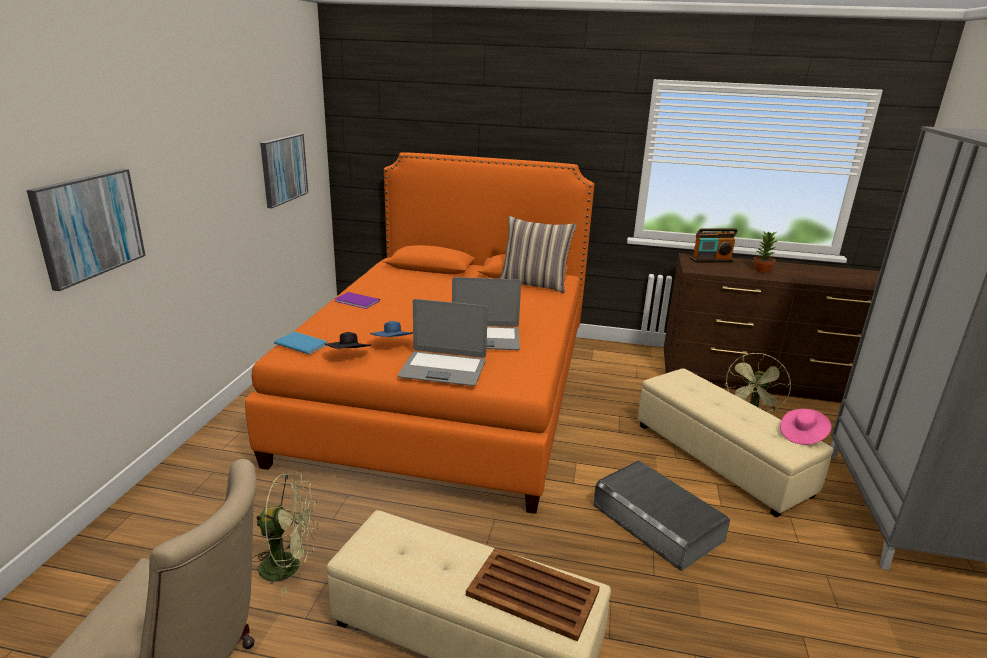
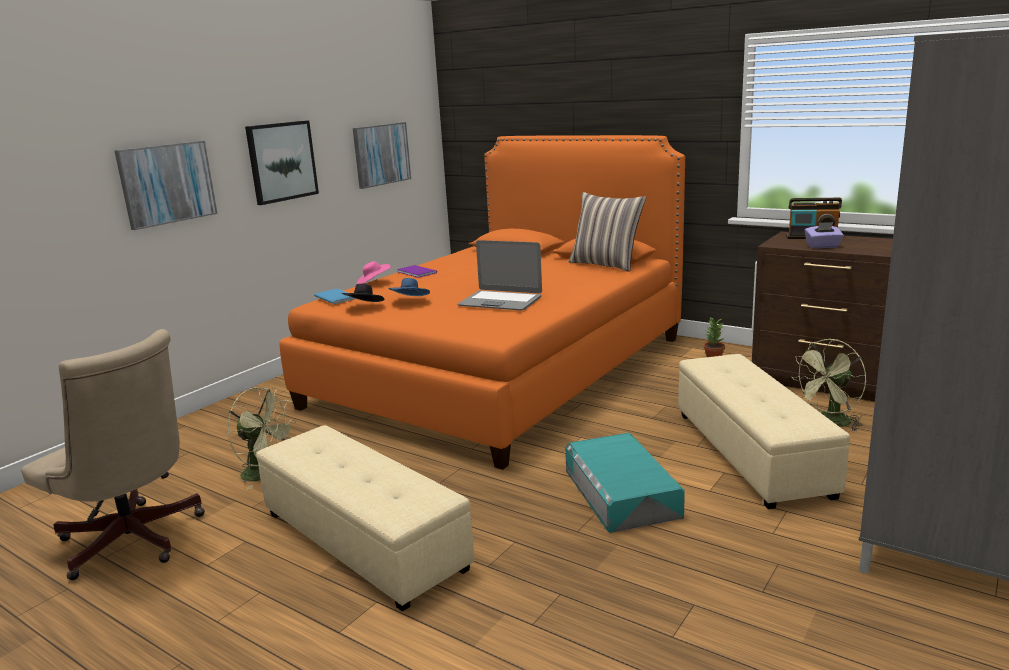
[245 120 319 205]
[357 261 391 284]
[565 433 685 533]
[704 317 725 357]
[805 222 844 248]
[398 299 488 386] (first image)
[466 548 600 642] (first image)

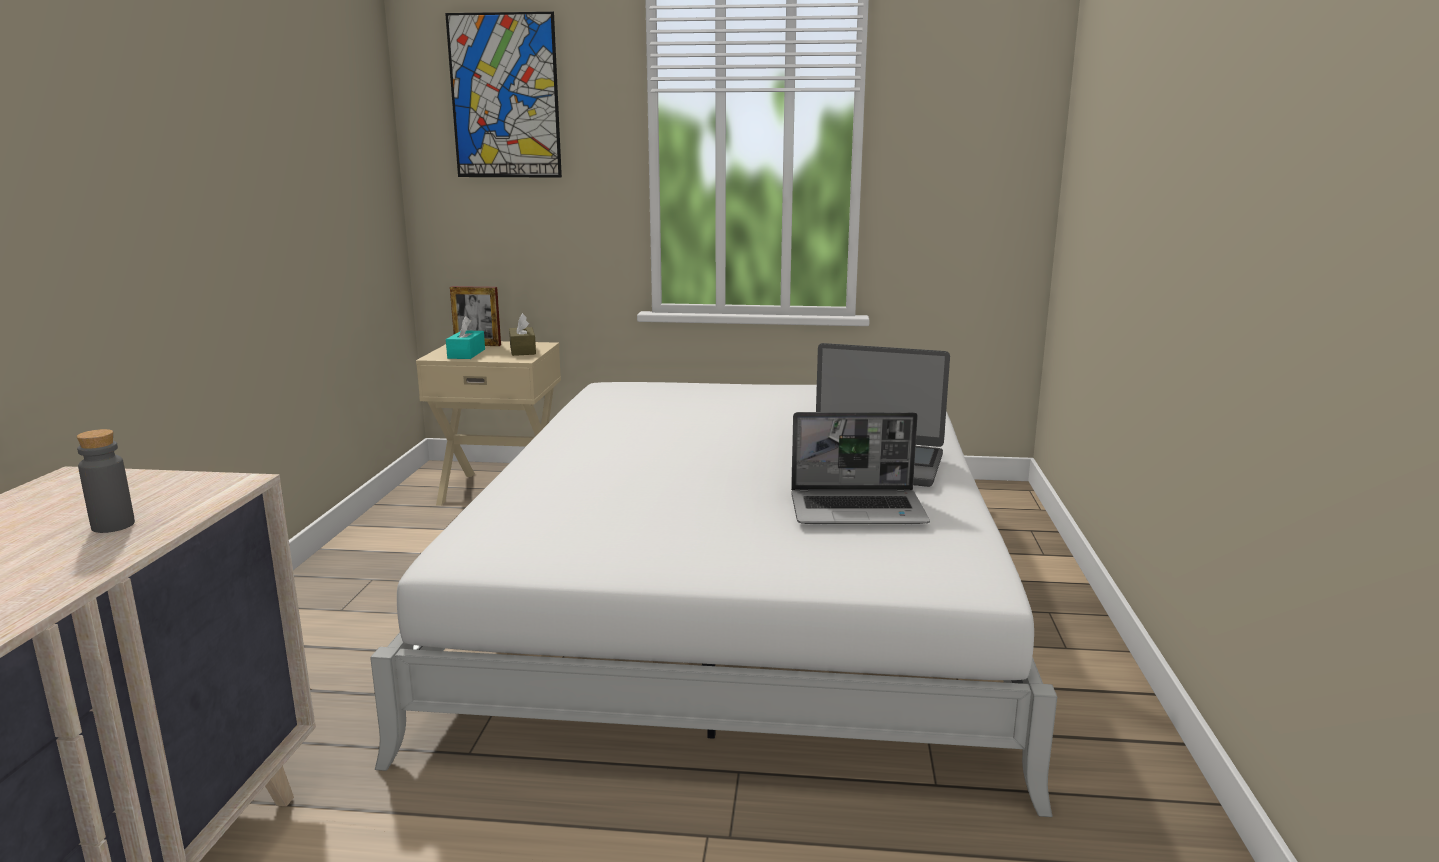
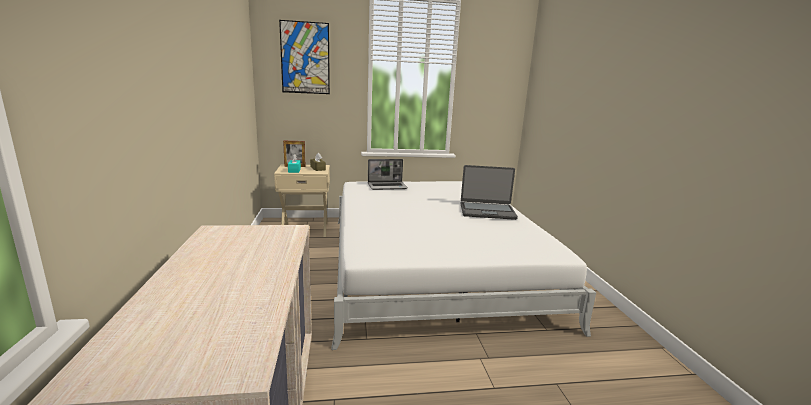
[368 159 408 190]
[76 429 135 533] (first image)

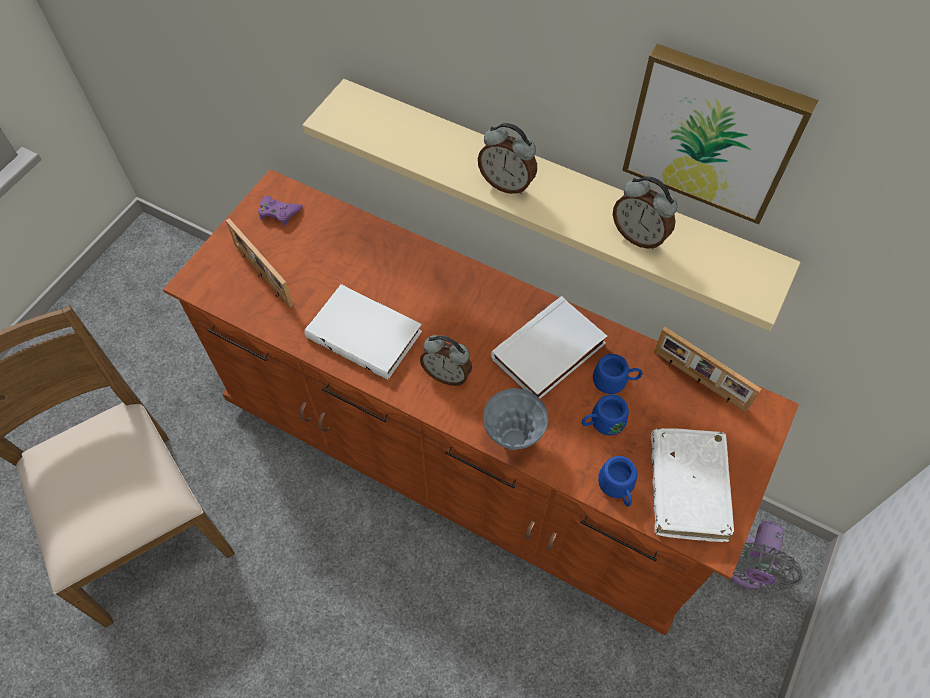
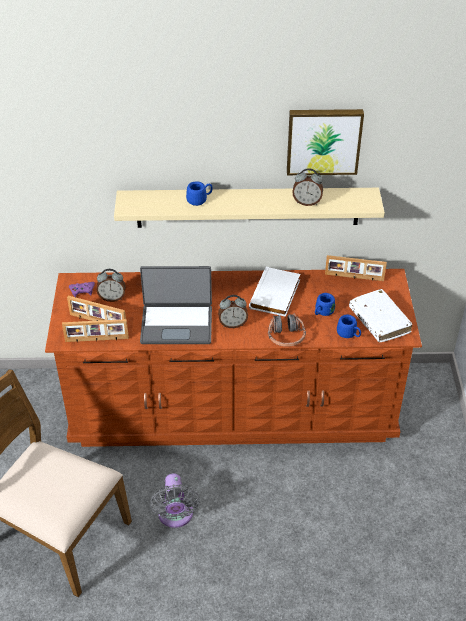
[62 319 129 342]
[96 269 126 302]
[140 266 212 344]
[150 474 200 528]
[186 181 213 206]
[268 314 306 346]

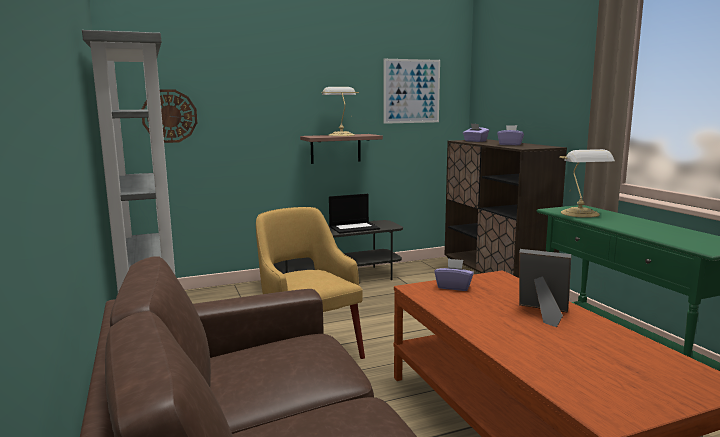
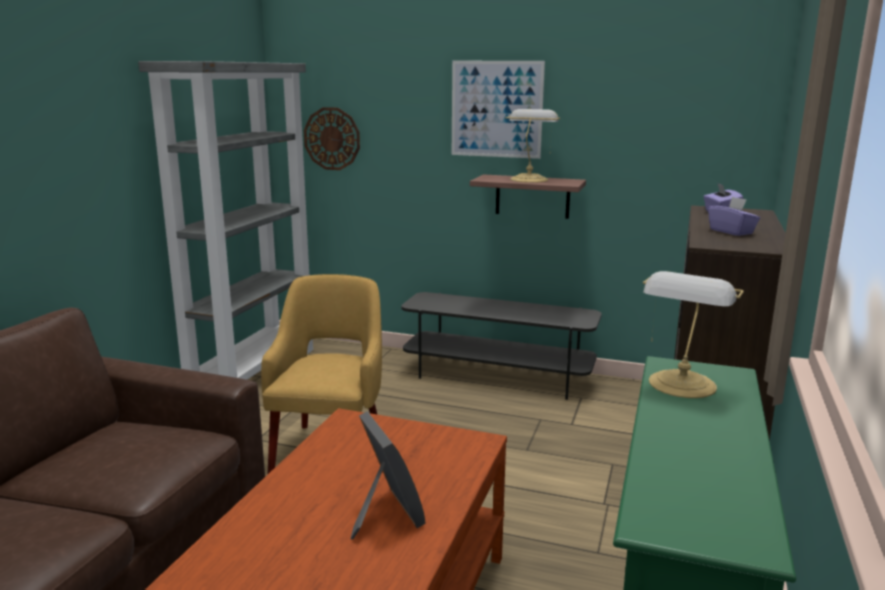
[452 61 545 159]
[329 194 380 234] (first image)
[434 258 474 291] (first image)

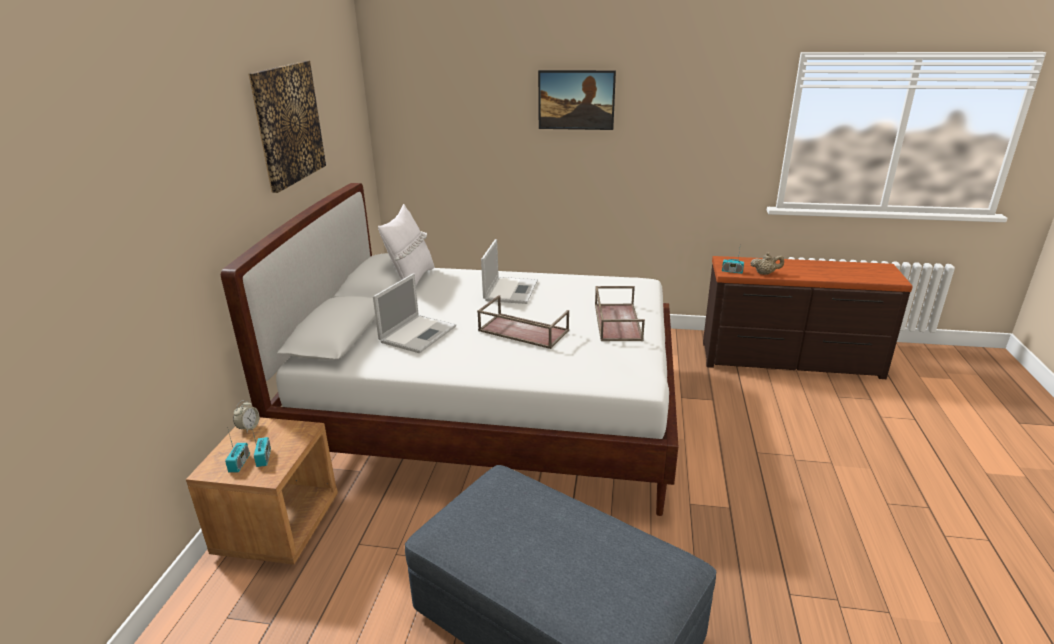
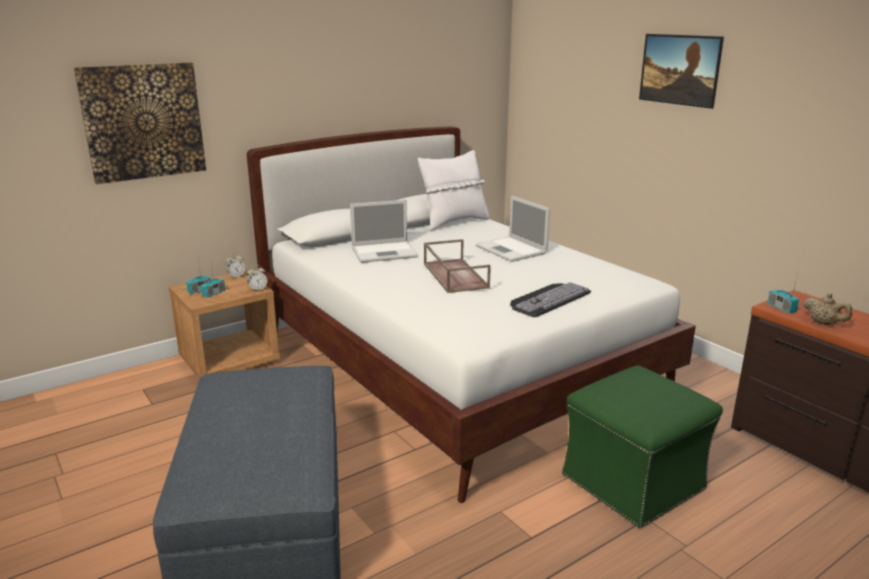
[74 63 206 184]
[247 265 267 291]
[476 196 550 262]
[510 282 591 317]
[562 366 723 528]

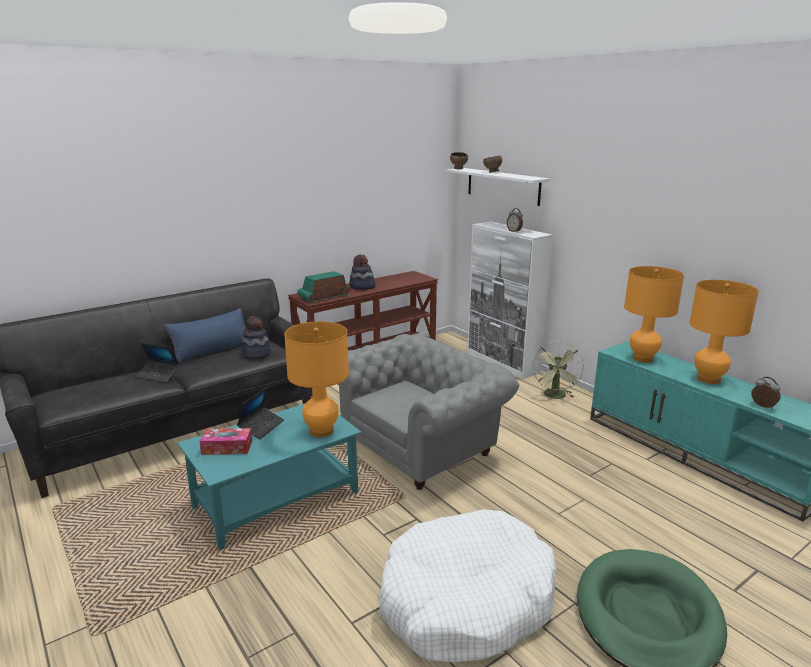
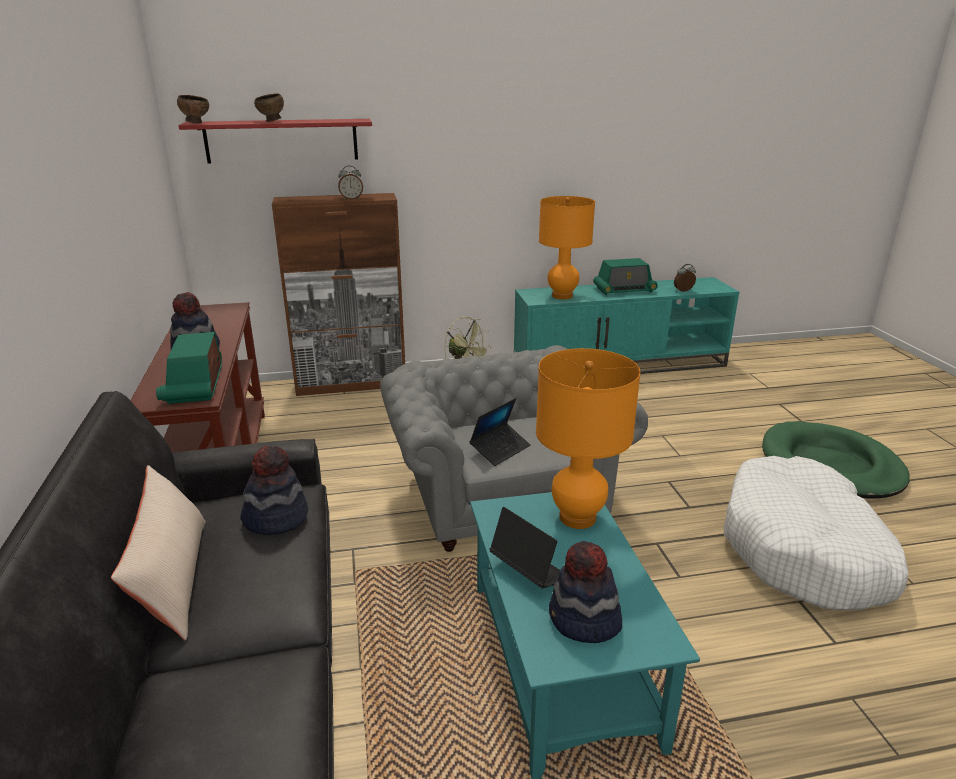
[111 465 206 640]
[179 119 372 163]
[272 193 405 396]
[469 398 531 466]
[549 541 622 643]
[593 258 658 295]

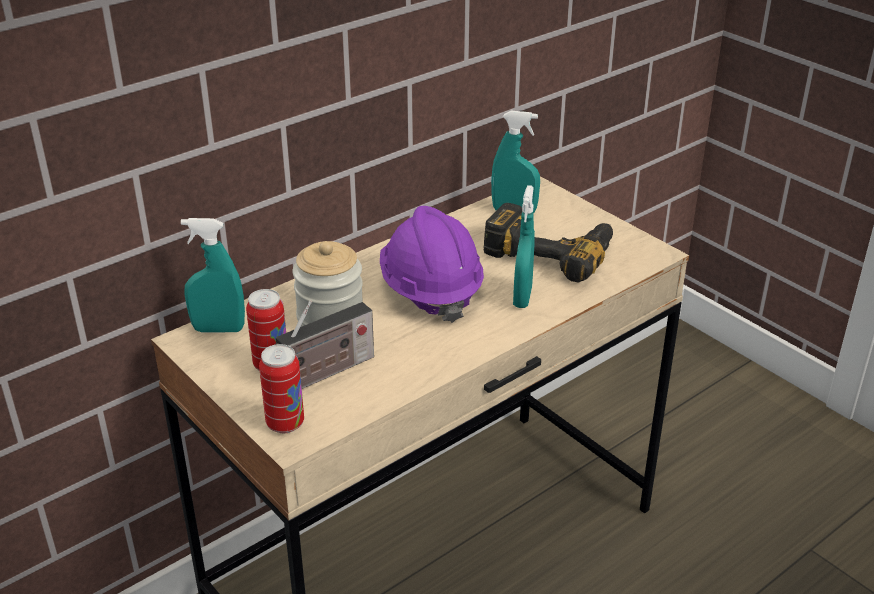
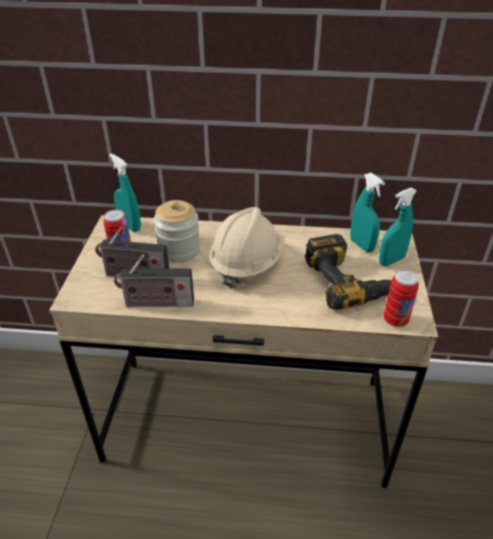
[114 254 194 307]
[210 207 285 288]
[379 187 417 266]
[384 270 419 327]

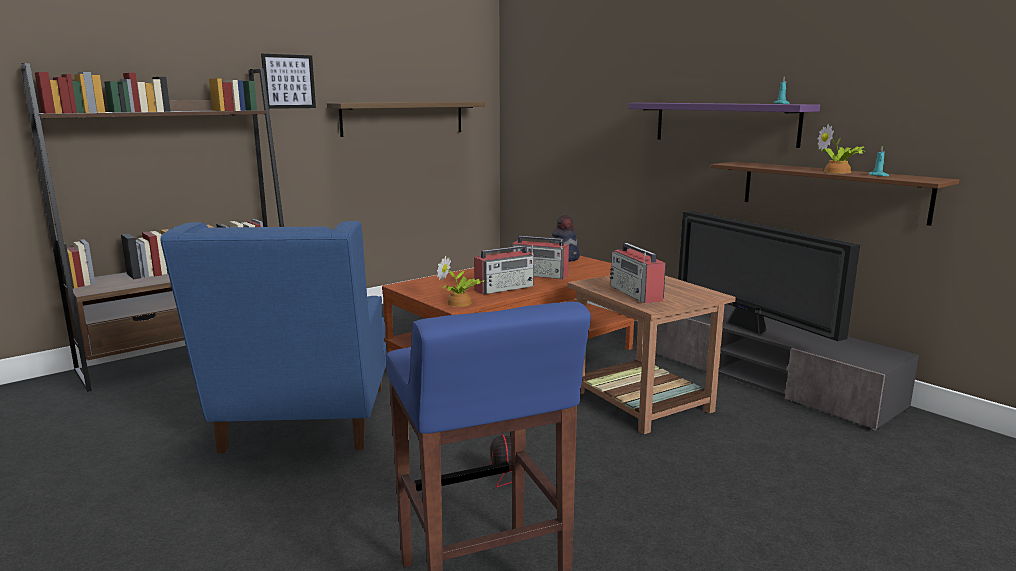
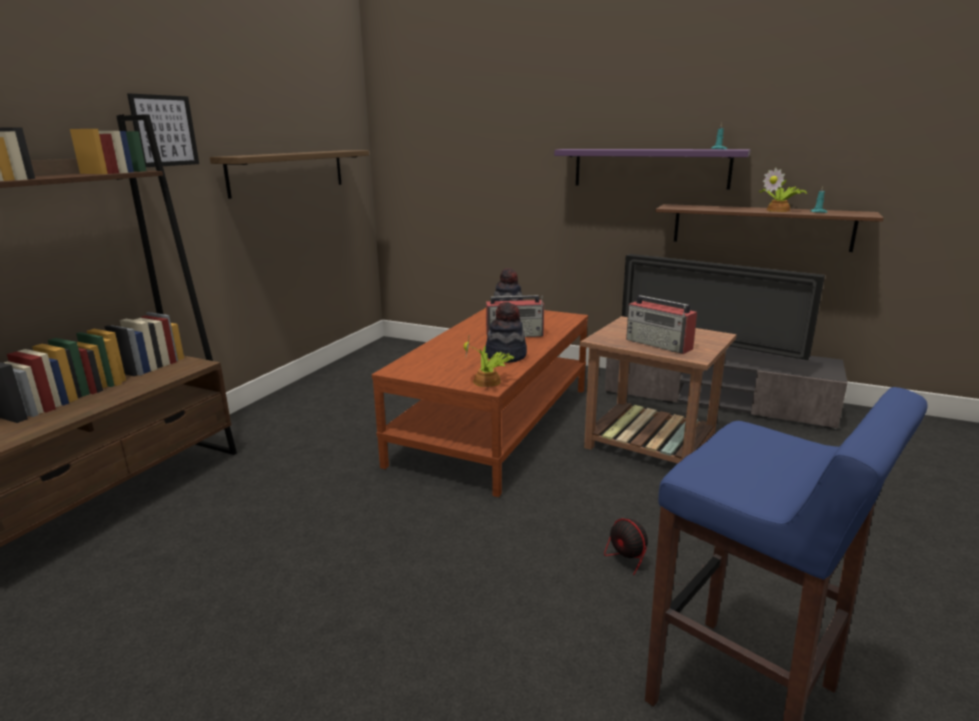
[485 302 527 363]
[161 221 387 453] (first image)

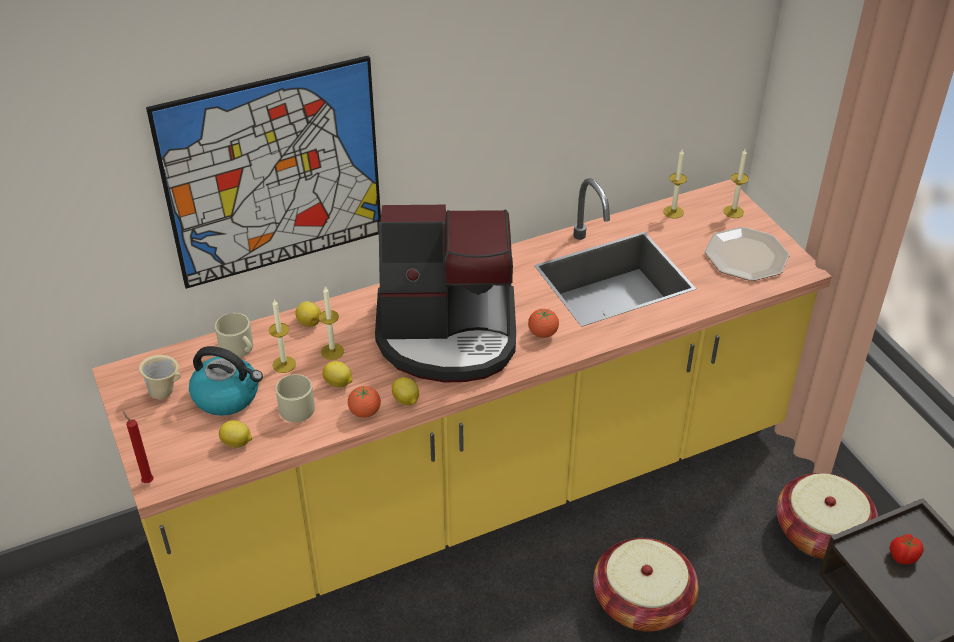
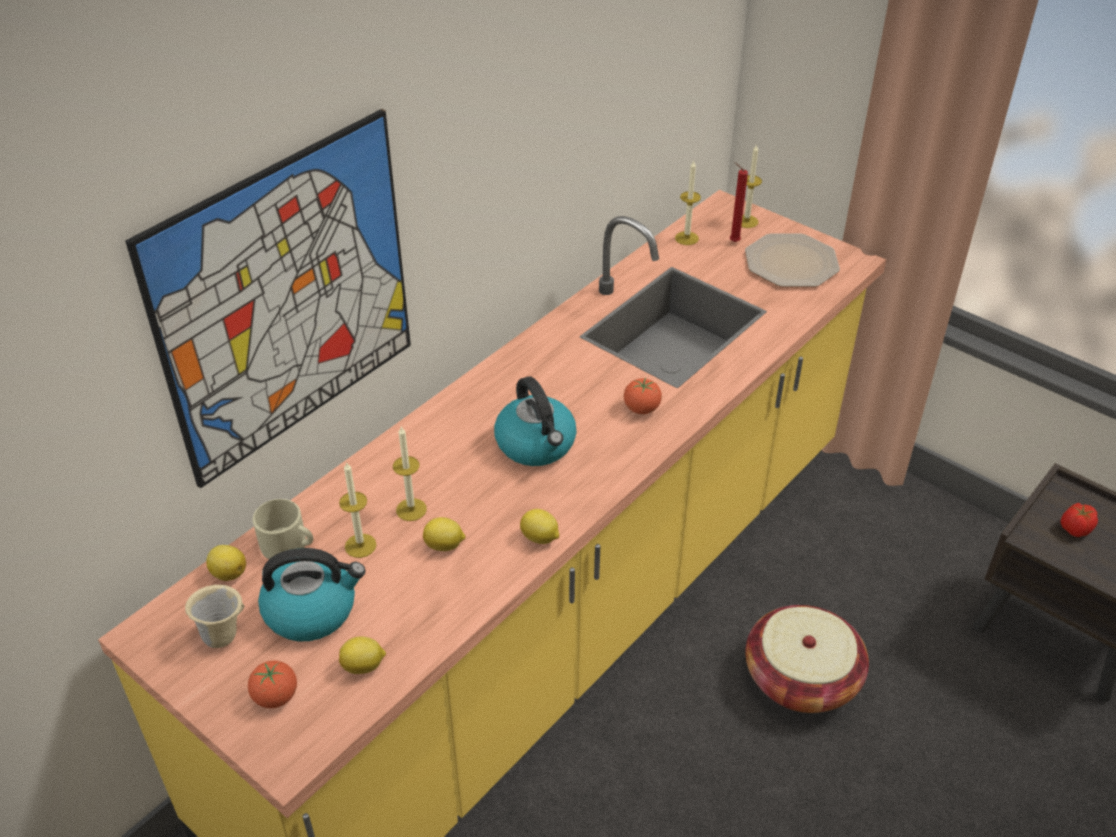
[206 545 246 581]
[248 661 297 708]
[494 377 577 466]
[730 162 748 242]
[276 374 315 422] (first image)
[776 473 878 559] (first image)

